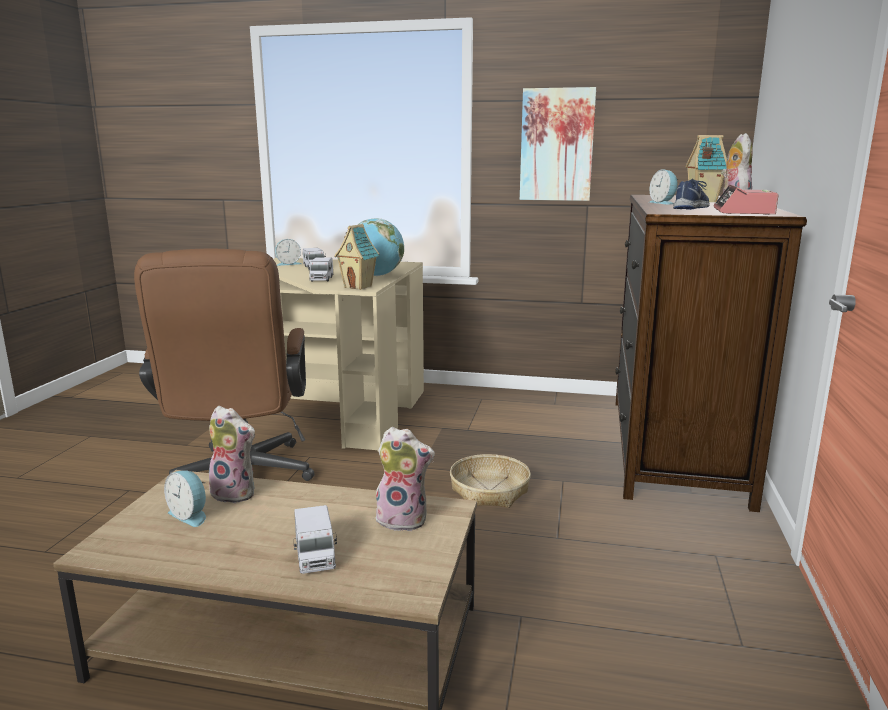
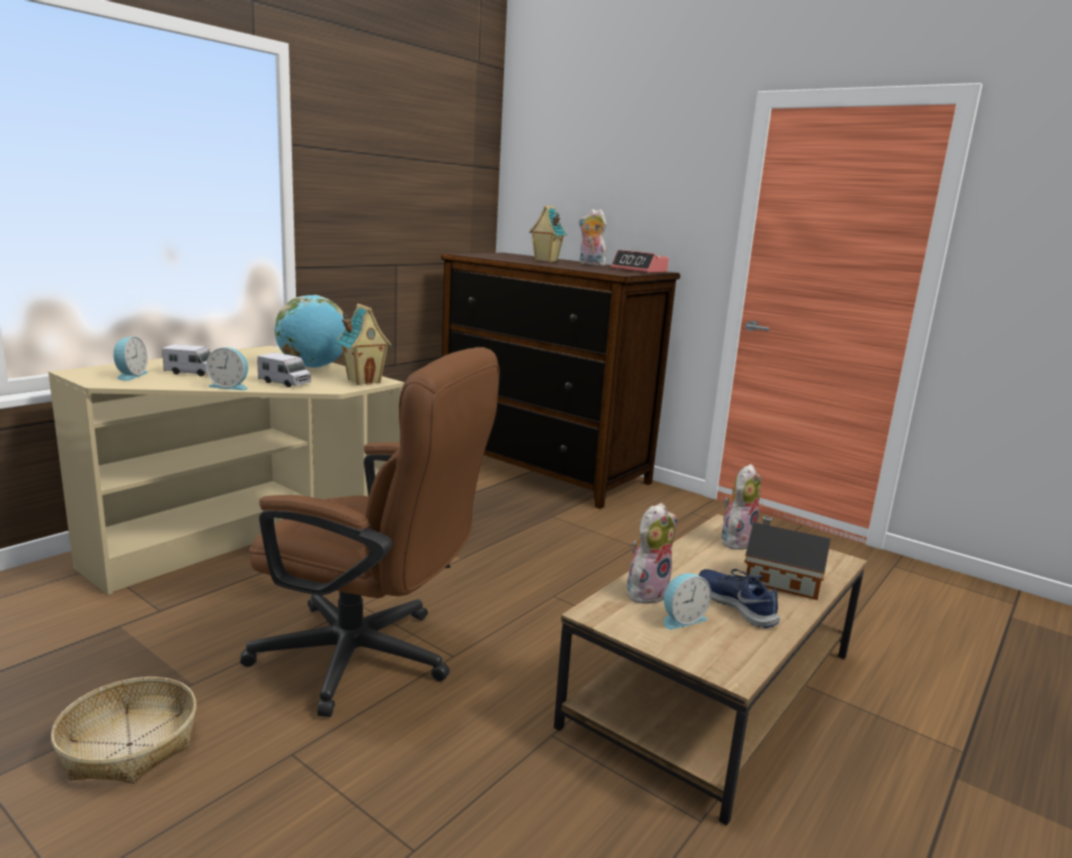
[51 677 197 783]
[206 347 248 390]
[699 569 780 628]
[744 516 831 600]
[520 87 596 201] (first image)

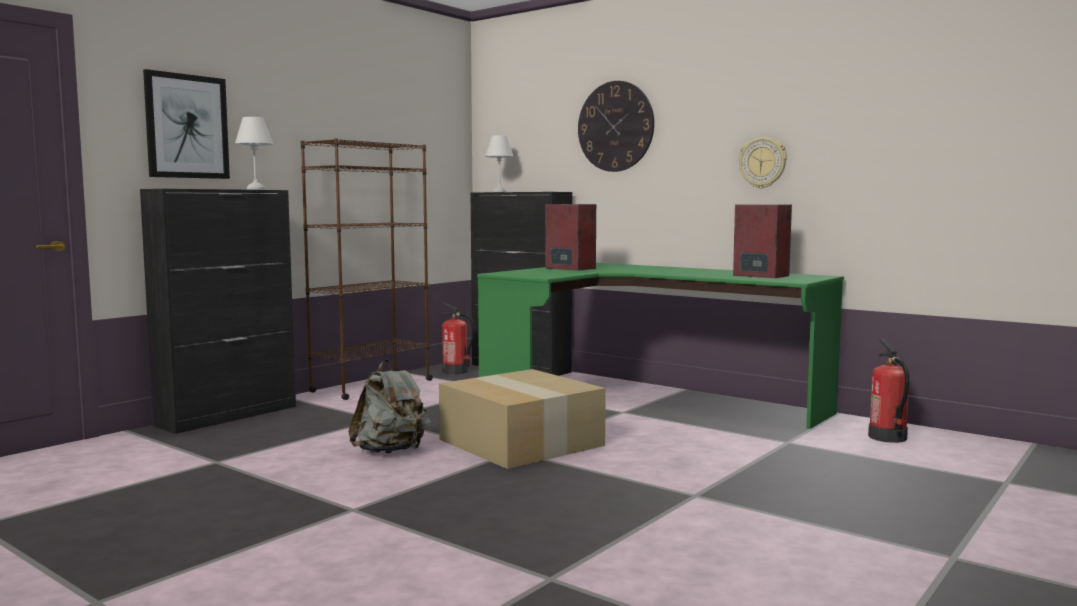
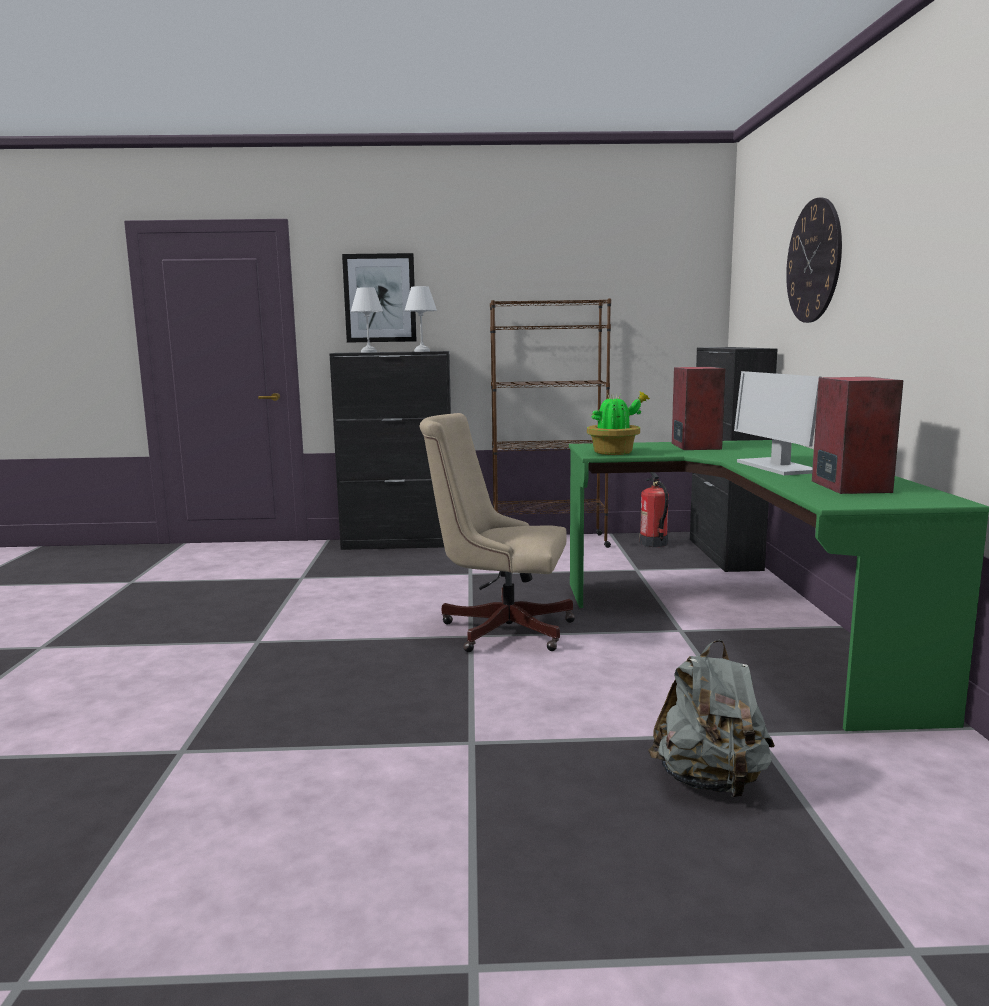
[351 287 383 352]
[420 413 575 652]
[587 392 650 455]
[648 639 775 797]
[734 371 819 475]
[739 137 787 188] (first image)
[868 339 909 443] (first image)

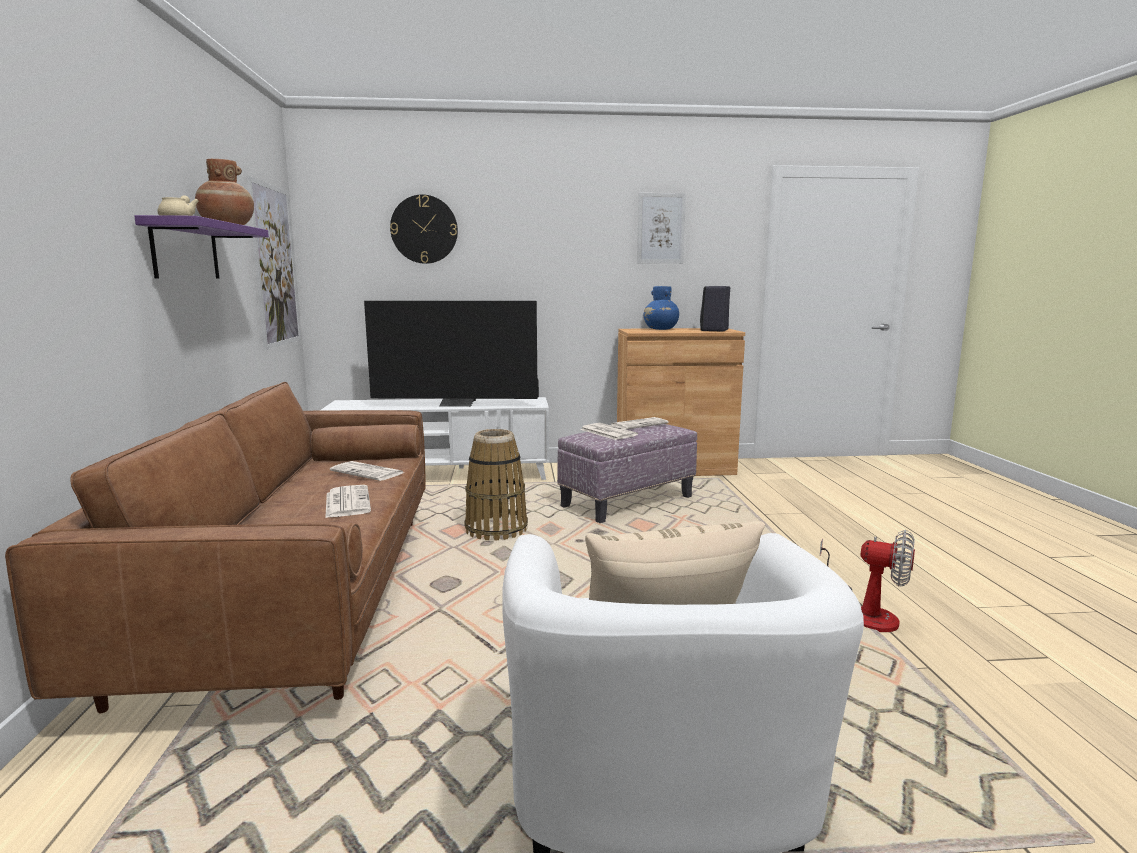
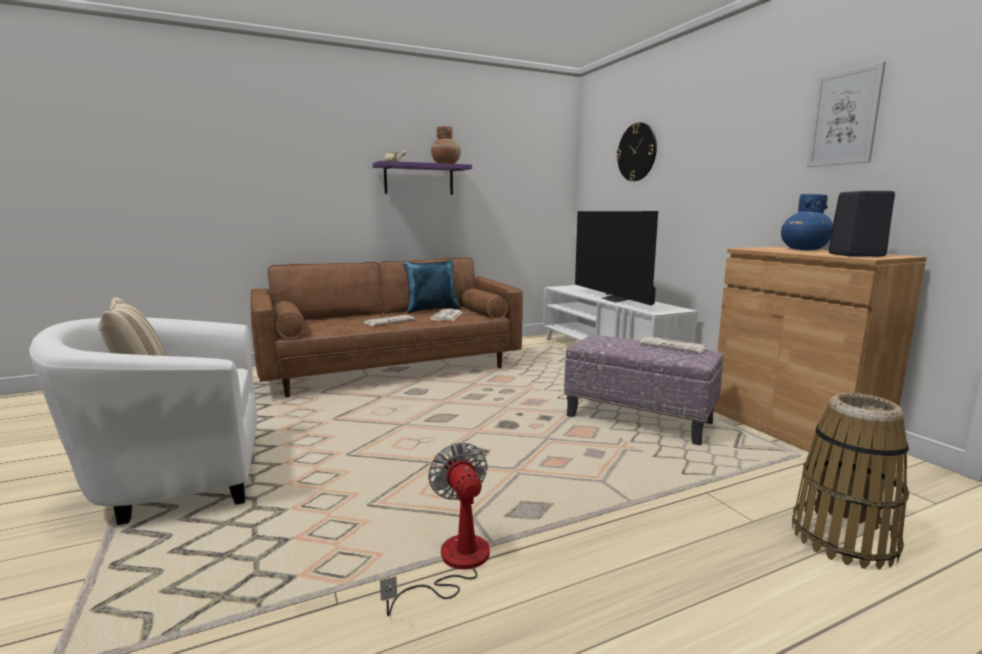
[380 442 490 616]
[403 259 461 314]
[792 393 909 569]
[247 176 301 350] (first image)
[580 423 638 440] (first image)

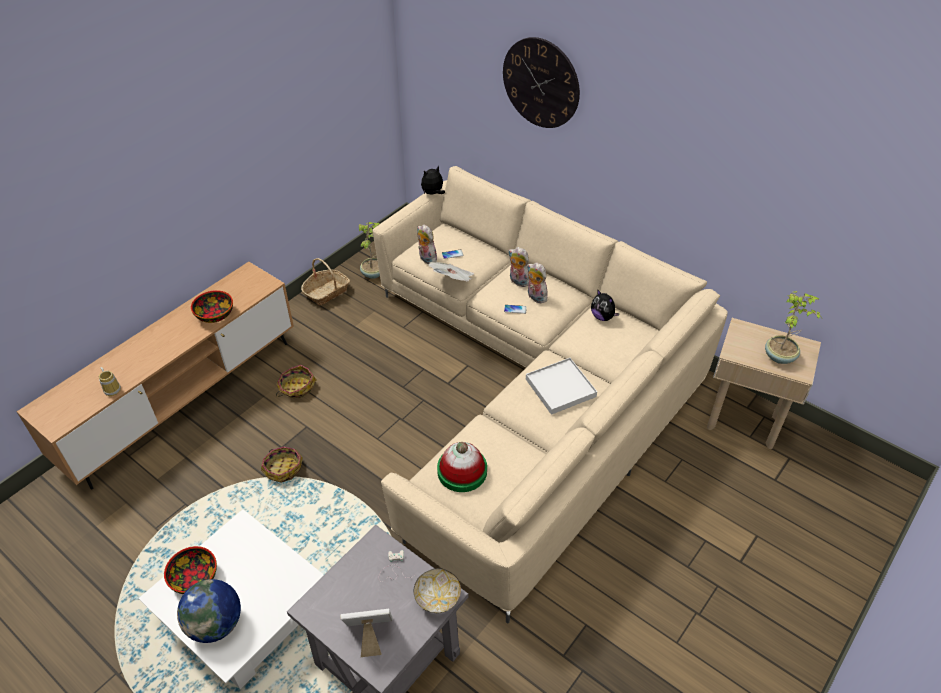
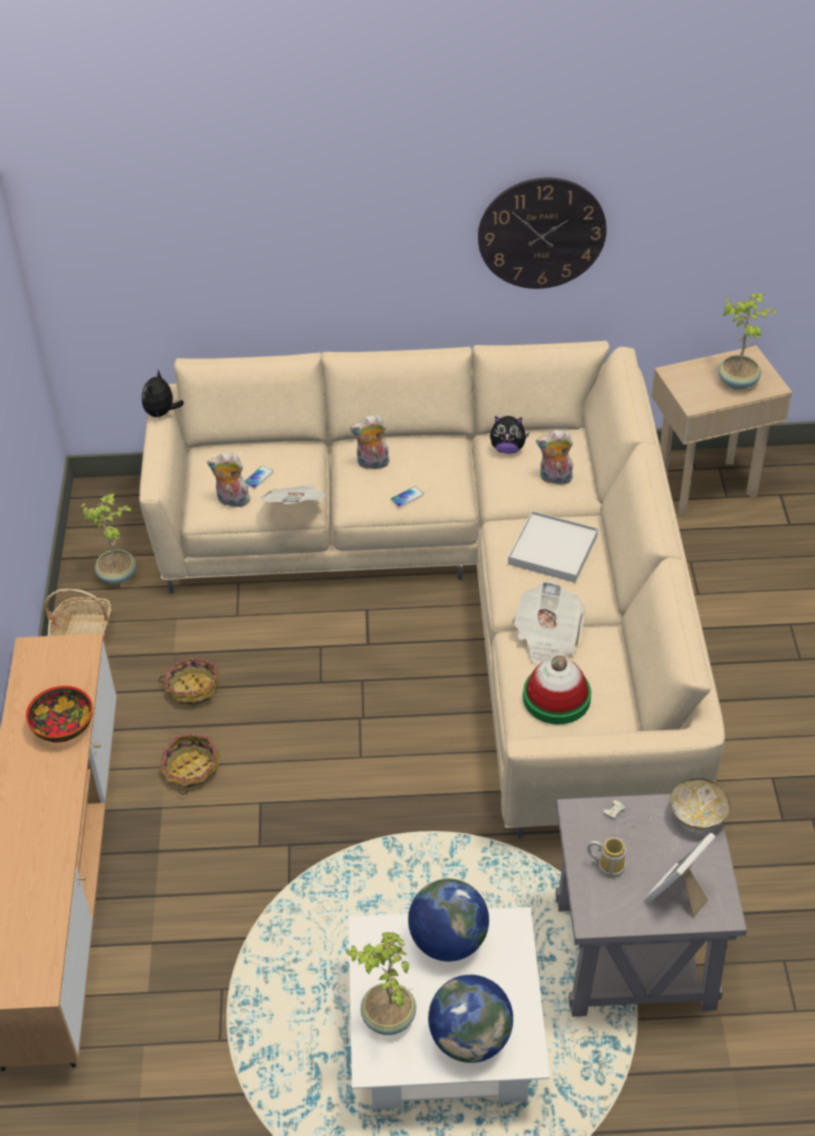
[158 658 218 706]
[346 932 416 1035]
[408 879 489 961]
[478 177 607 289]
[513 580 586 664]
[536 430 573 487]
[587 837 626 878]

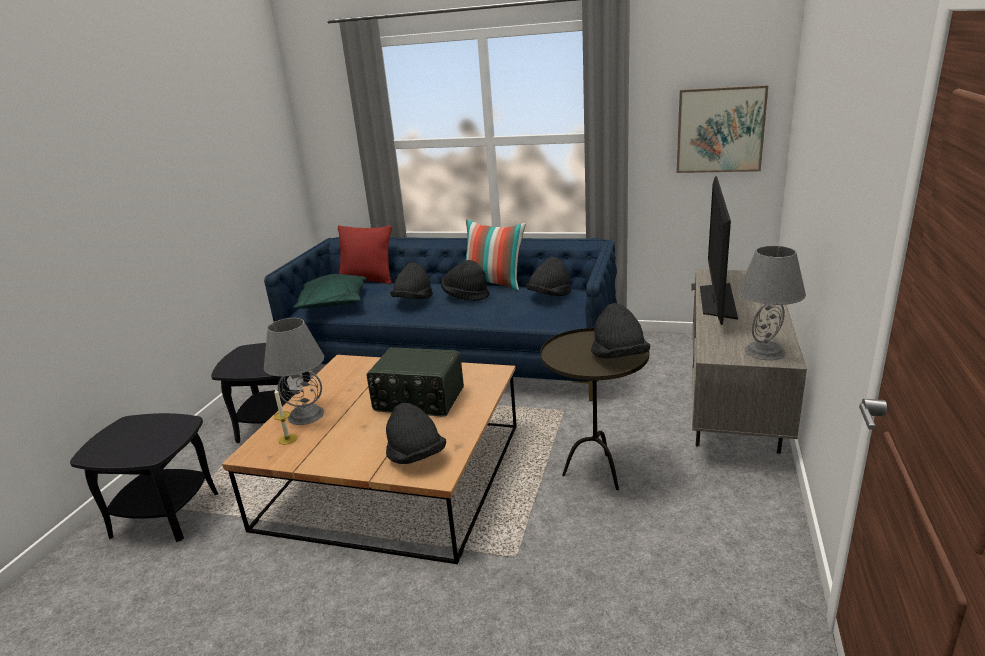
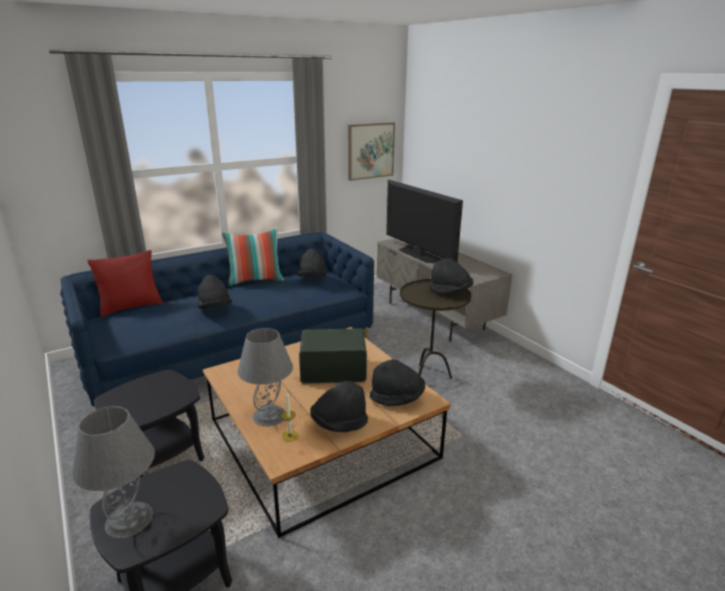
[72 406 155 539]
[299 328 367 384]
[311 381 368 432]
[293 274 367 309] (first image)

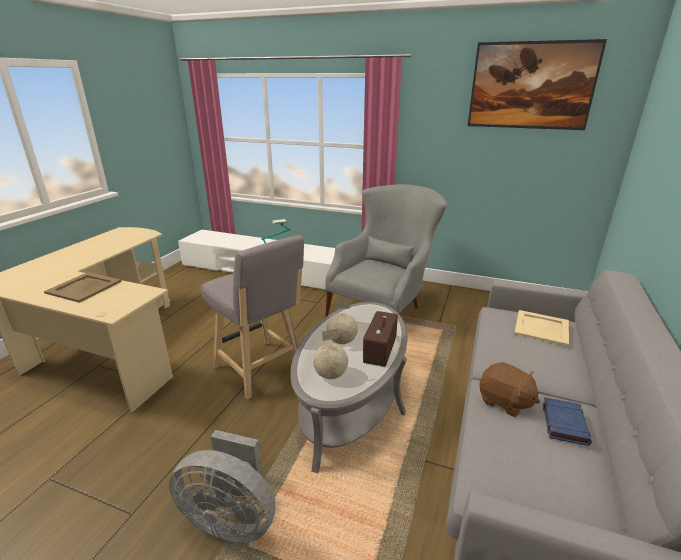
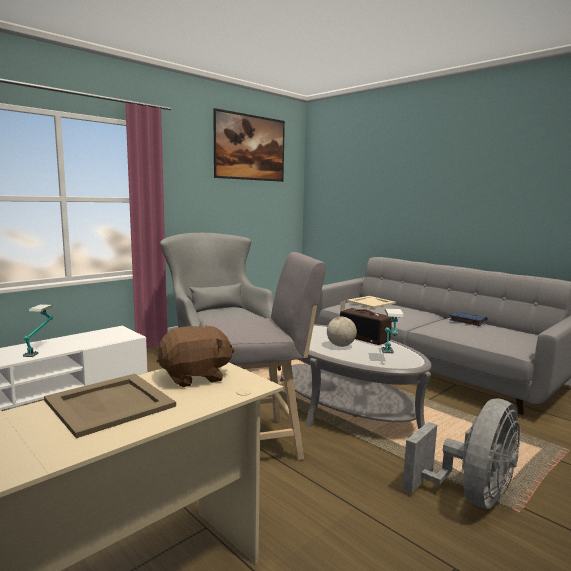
[157 325 235 387]
[382 308 404 353]

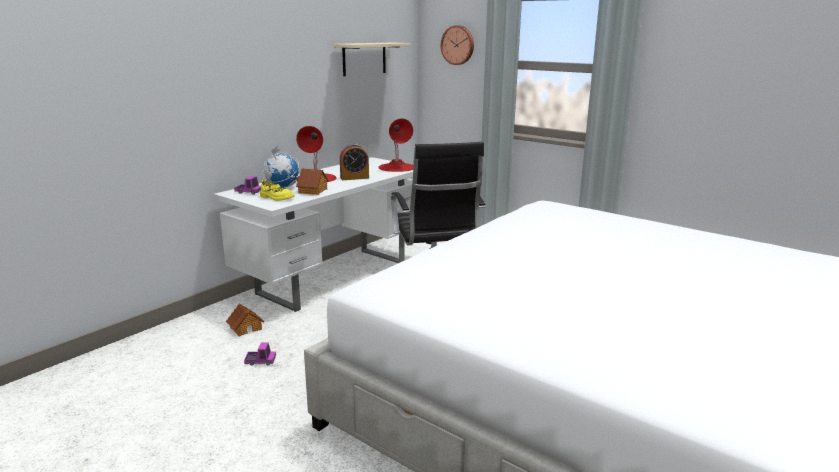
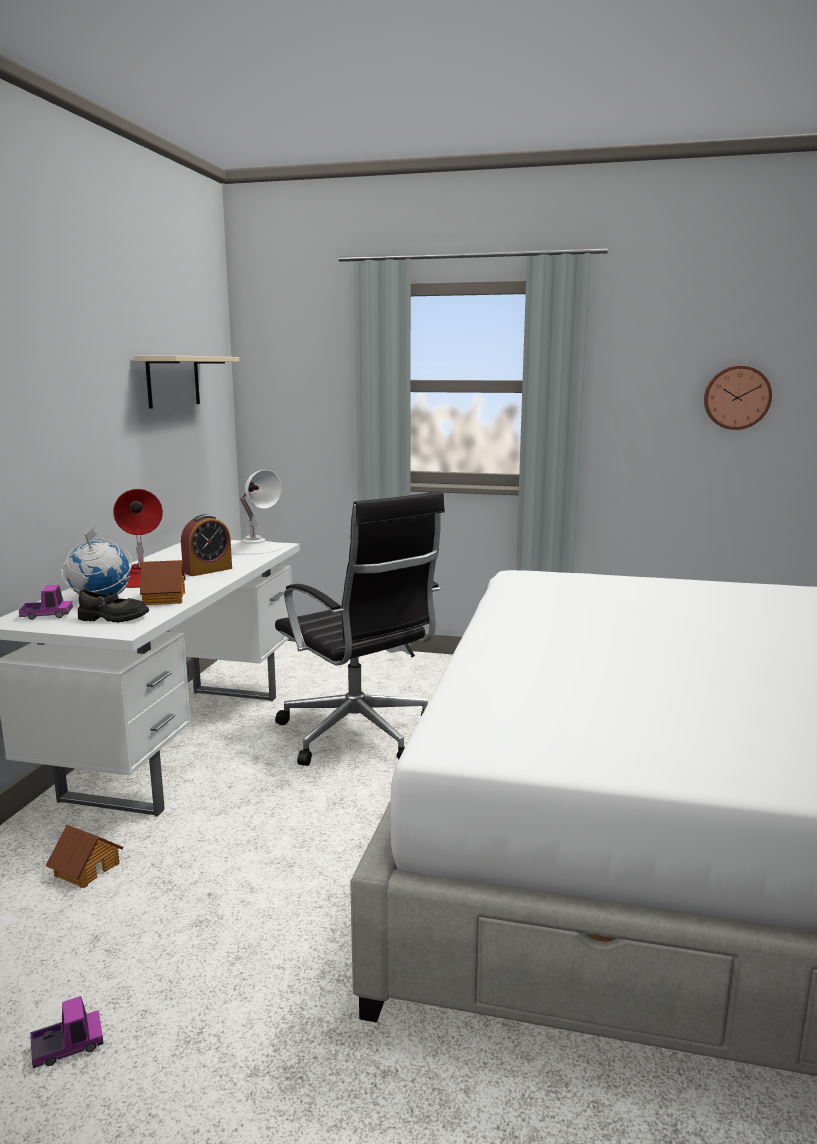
[30 996 104 1068]
[78 589 149 623]
[231 470 284 555]
[704 365 772 430]

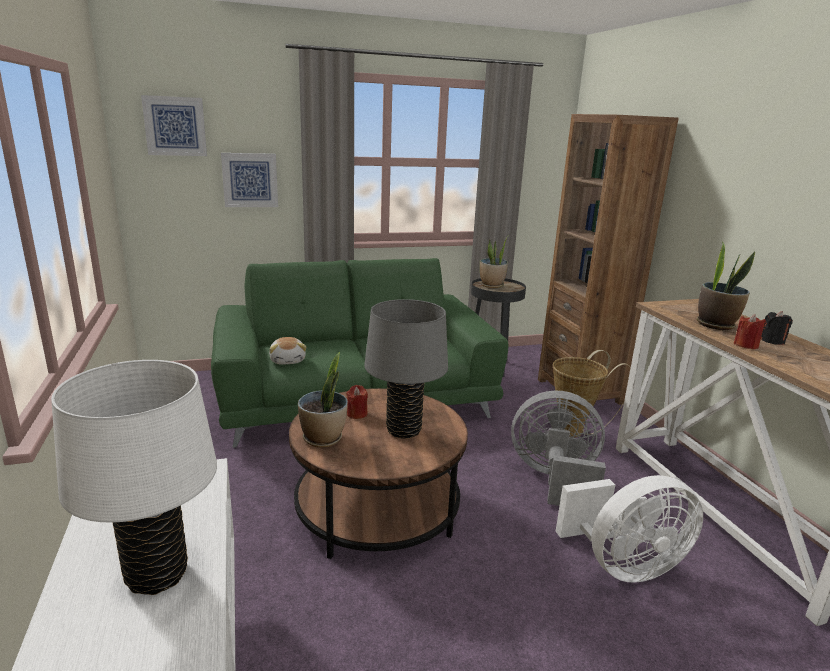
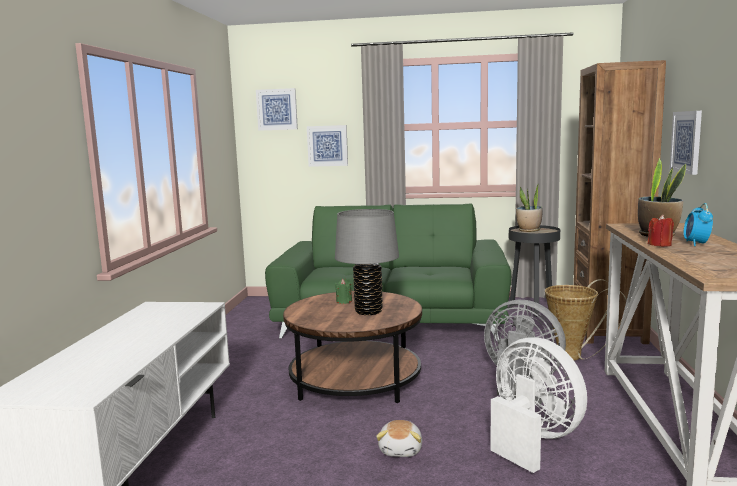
[335 279 352 304]
[376 420 422 457]
[490 337 587 473]
[670 111 702 175]
[683 203 713 246]
[51 360 217 595] (first image)
[298 352 348 448] (first image)

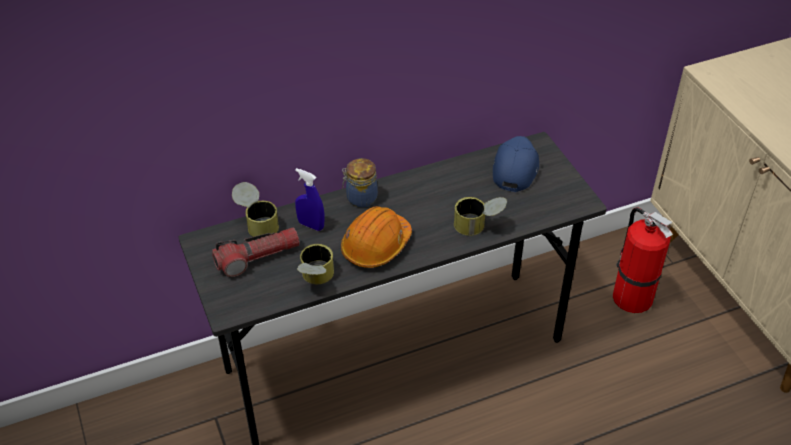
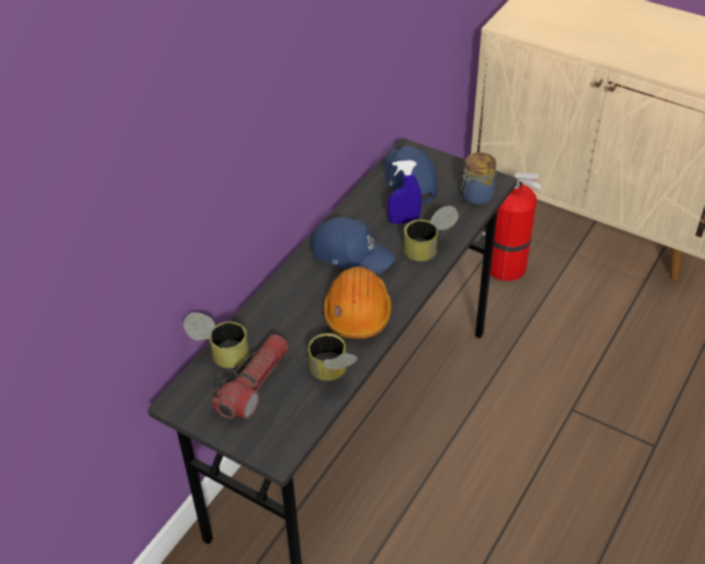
[310 217 396 274]
[387 160 422 224]
[461 152 496 205]

